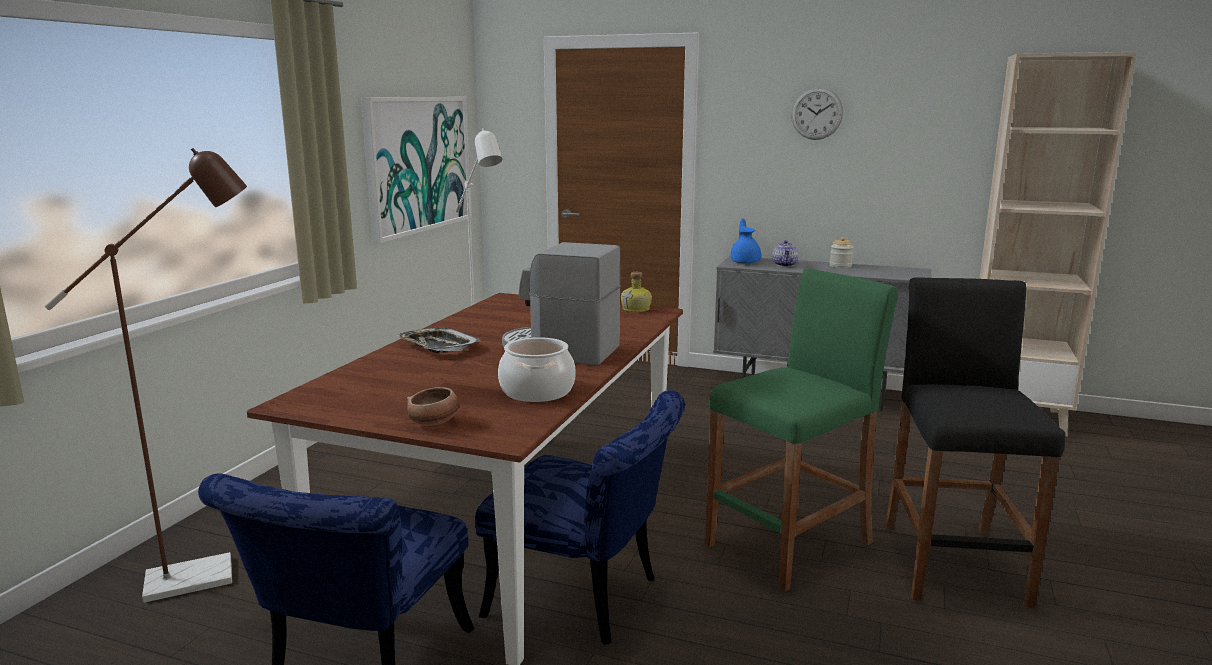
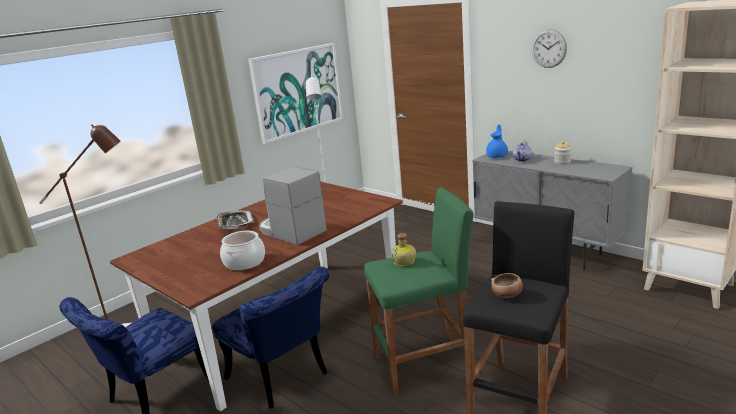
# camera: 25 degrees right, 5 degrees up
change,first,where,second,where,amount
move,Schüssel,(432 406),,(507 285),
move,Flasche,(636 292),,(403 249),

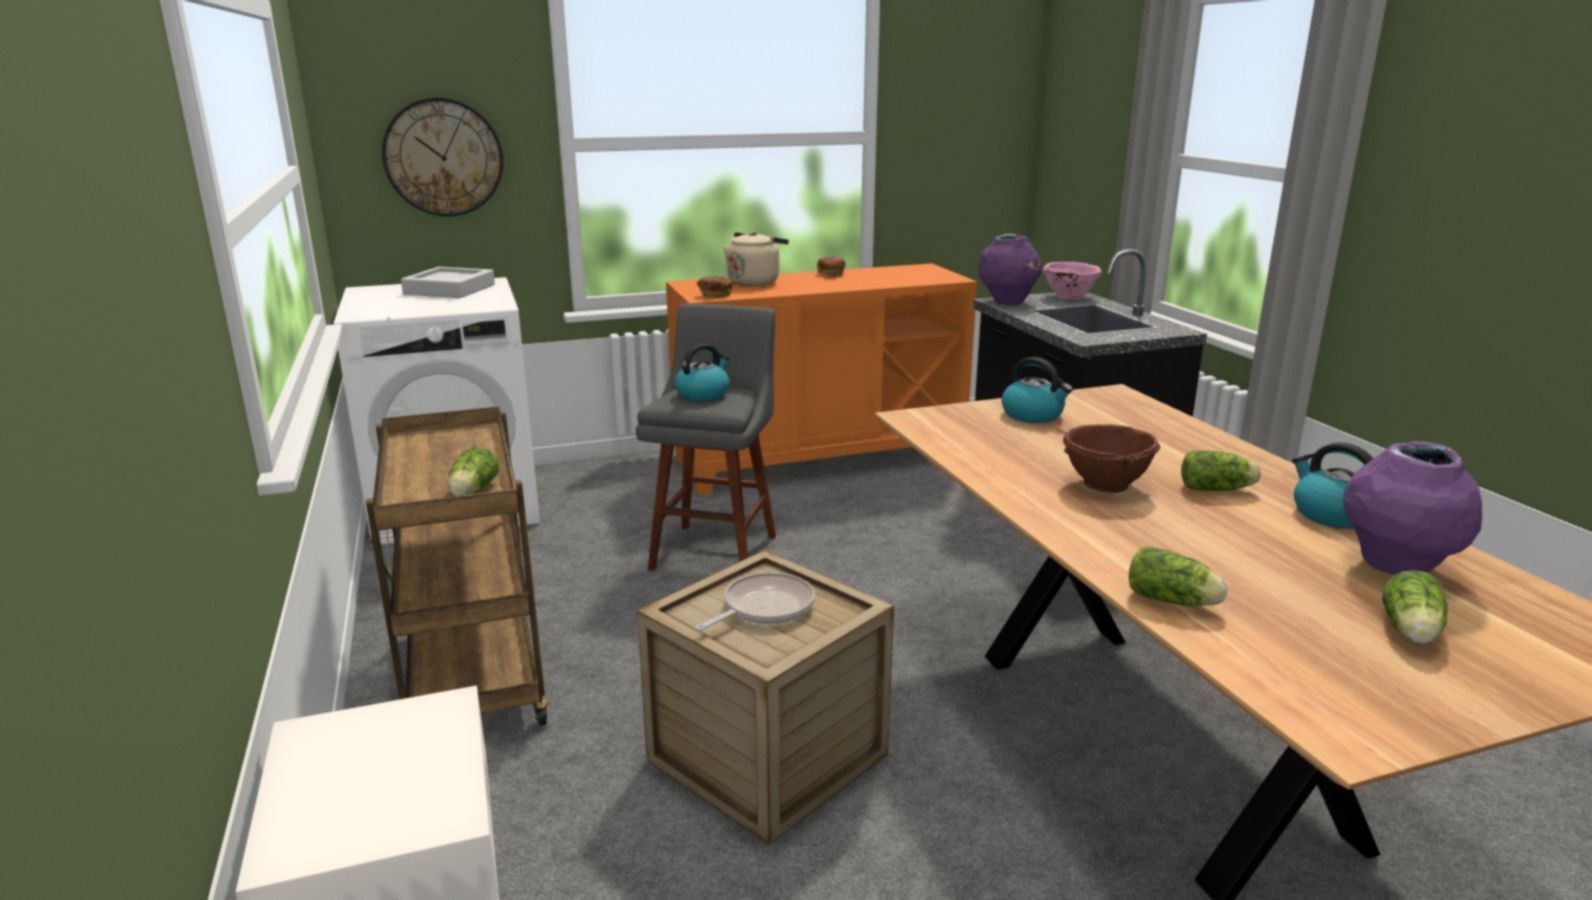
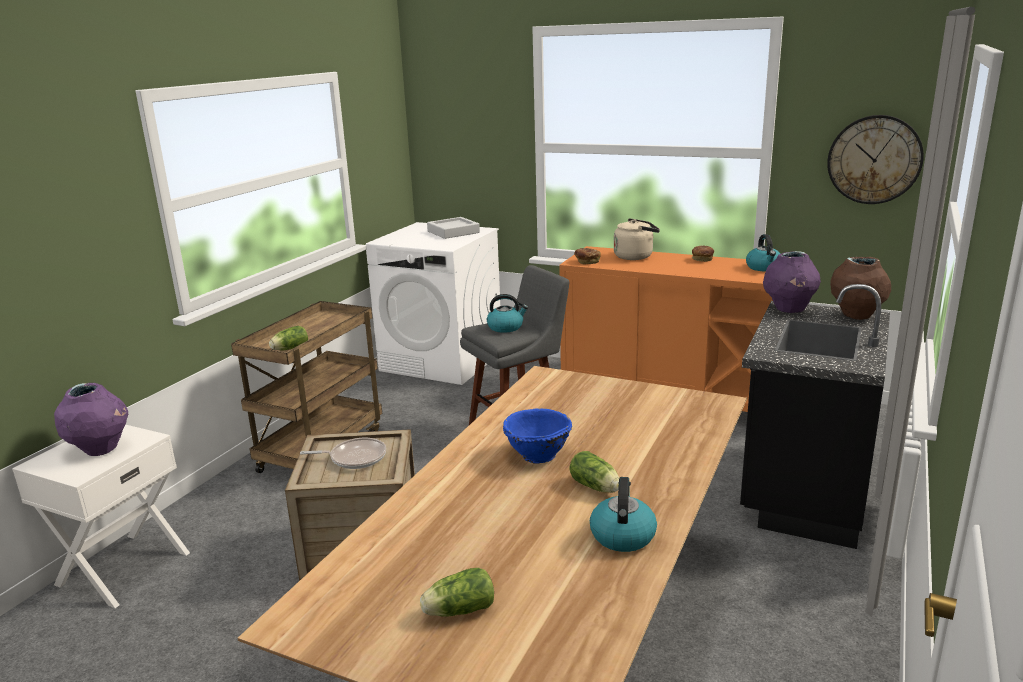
# camera: 45 degrees right, 0 degrees up
change,first,where,second,where,amount
move,Wanduhr,(442 156),,(875 159),
move,Wasserkessel,(1037 390),,(763 253),
replace,Schüssel (rosa),(1072 281),Vase (braun),(860 288),
recolor,Schüssel (braun),(1111 458),Schüssel (blau),(537 436),
delete,Salatkopf,(1178 576),,,
move,Vase (lila),(1412 508),,(91 419),

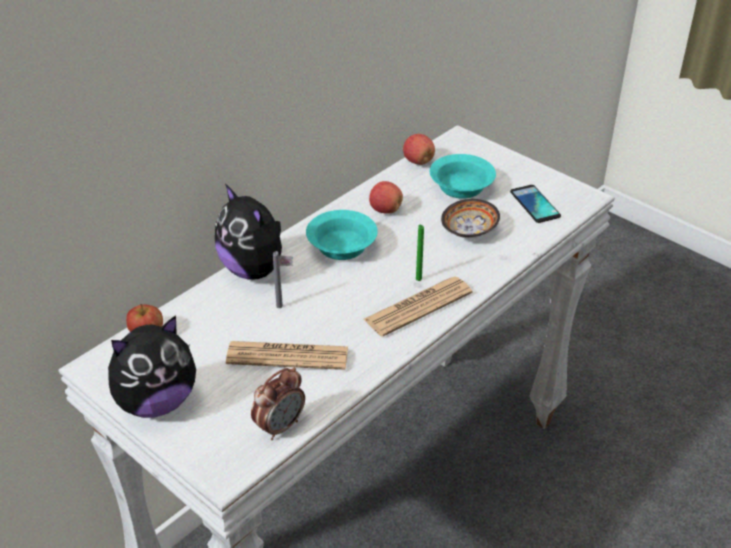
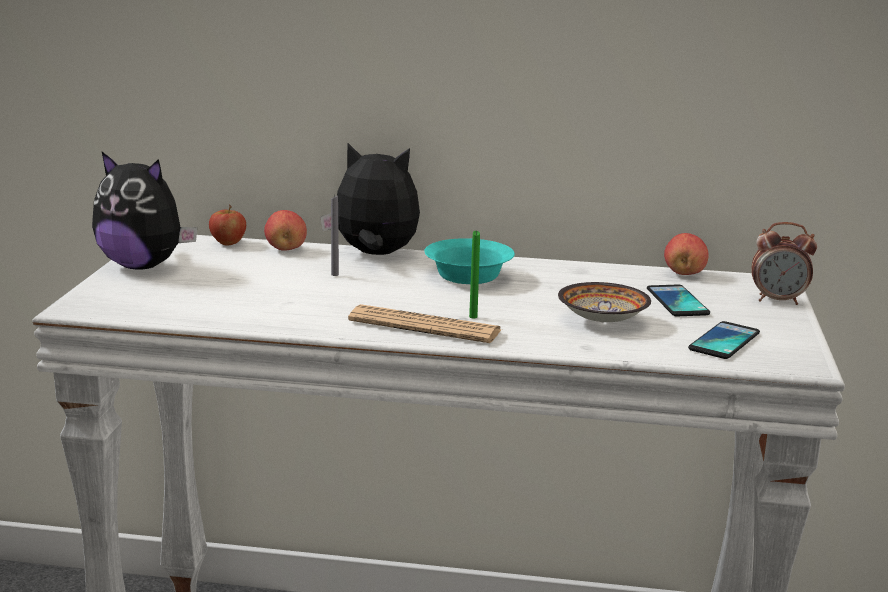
# camera: 55 degrees right, 20 degrees down
change,first,where,second,where,amount
rotate,Plüschtier,(254 231),,(370 199),90 degrees clockwise
delete,Zeitung,(287 355),,,
move,Wecker,(278 403),,(784 263),
move,Apfel,(386 197),,(285 230),
replace,Schüssel (türkis),(463 176),Handy,(678 300),

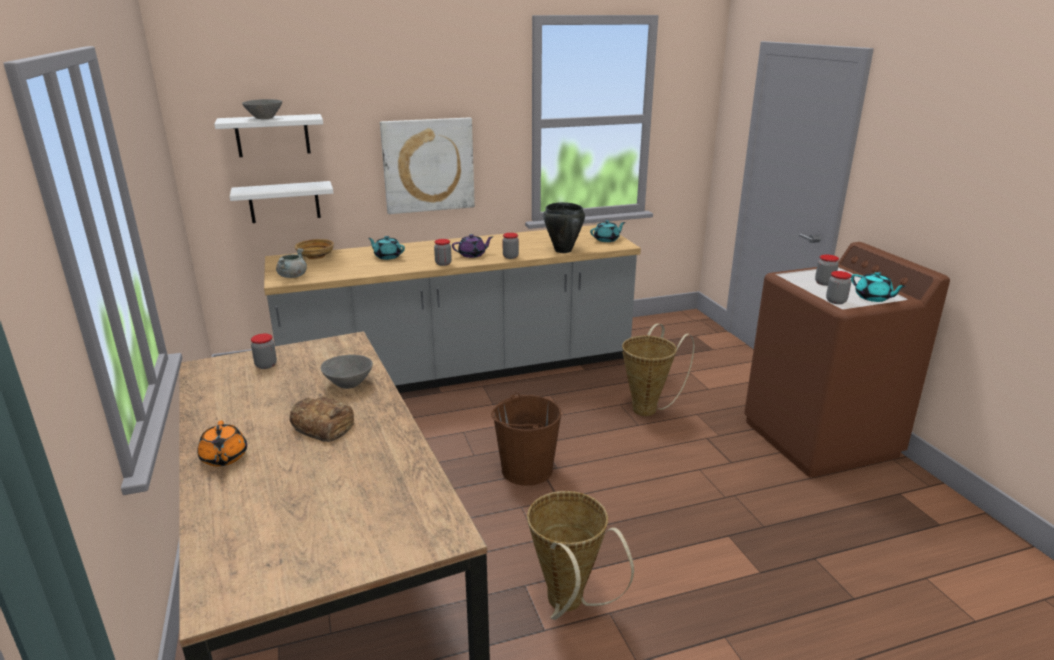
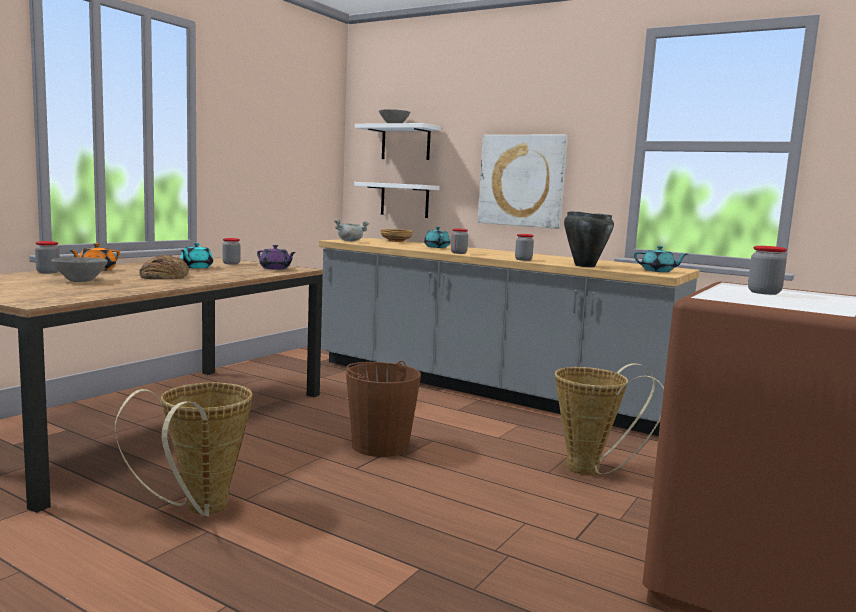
# camera: 50 degrees right, 15 degrees down
change,first,where,second,where,amount
move,Schüssel (grau),(347 372),,(79 269),
move,Teekanne (lila),(473 246),,(276 257),
move,Vorratsglas,(839 287),,(47 257),
move,Teekanne (türkis),(878 287),,(196 255),

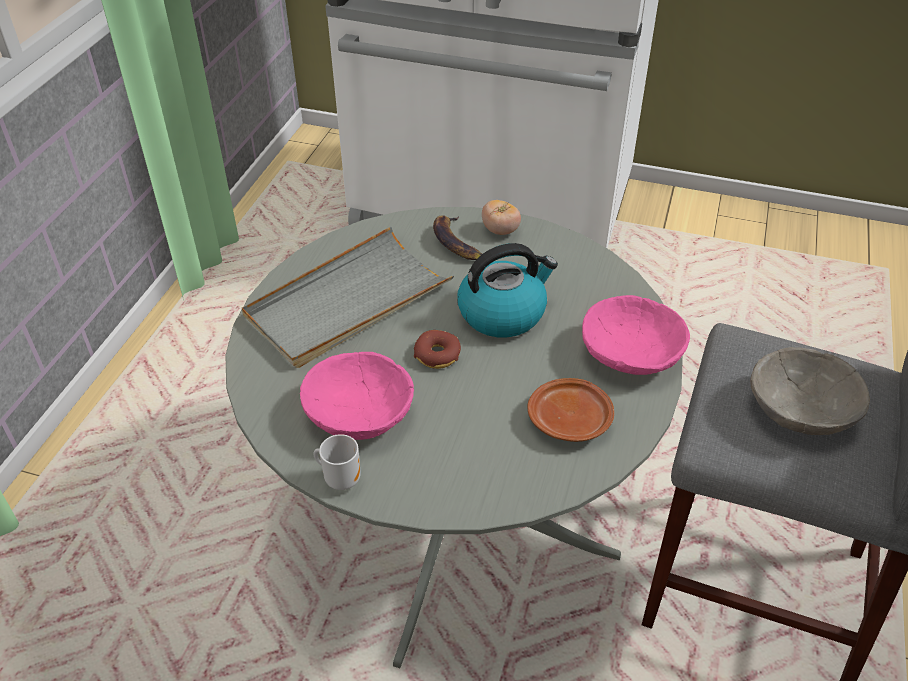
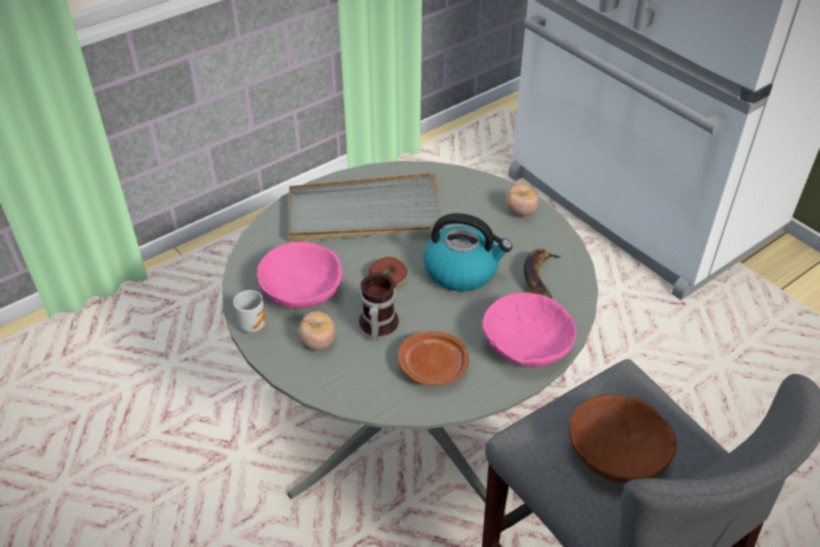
# camera: 35 degrees right, 0 degrees up
change,first,where,second,where,amount
move,Banane,(457 237),,(543 273),
recolor,Schüssel (grau),(810 391),Schüssel (braun),(622 439),
insert,,,Tomate,(317 330),
insert,,,Henkelbecher,(379 306),

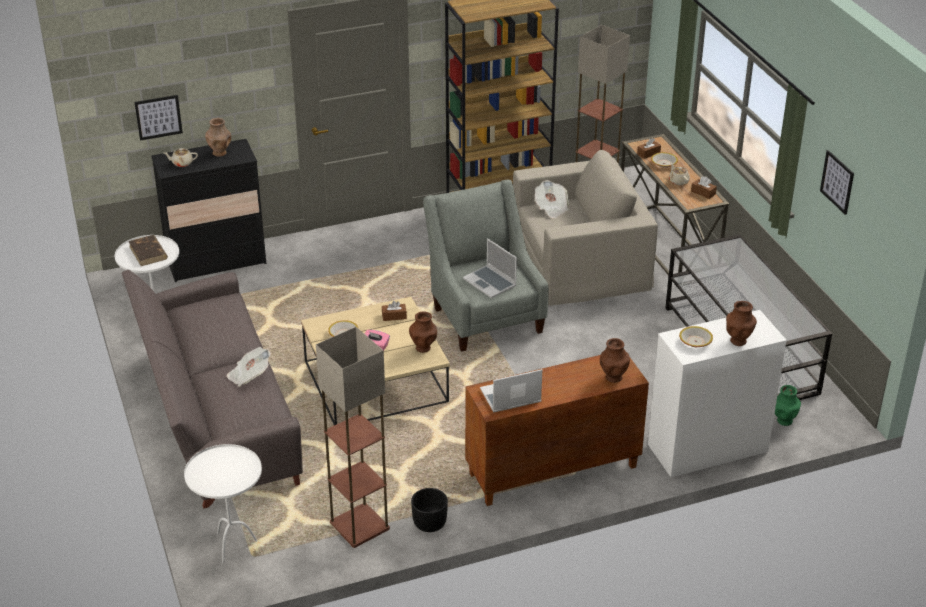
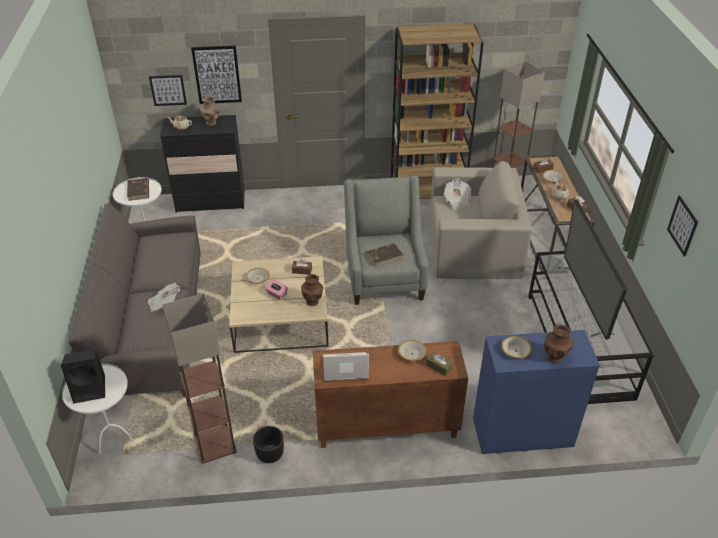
# camera: 15 degrees right, 5 degrees up
change,first,where,second,where,amount
replace,Laptop,(490 268),Buch (braun),(384 255),
replace,Vase (braun),(615 360),Taschentuchbox (braun),(440 364),
recolor,Kommode (weiß),(717 393),Kommode (blau),(536 392),
delete,Vase (grün),(788 405),,,
insert,,,Lautsprecher (schwarz),(83 376),
insert,,,Bild,(216 75),
insert,,,Schüssel,(412 350),
insert,,,Fernseher,(592 270),

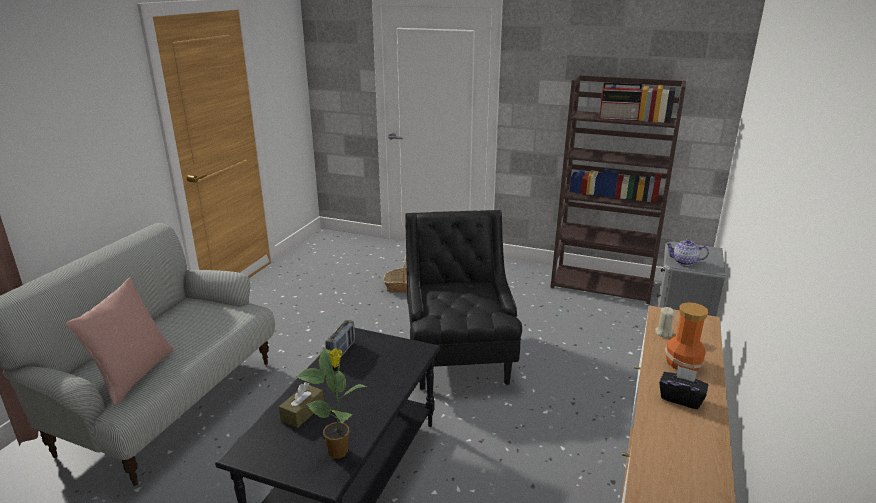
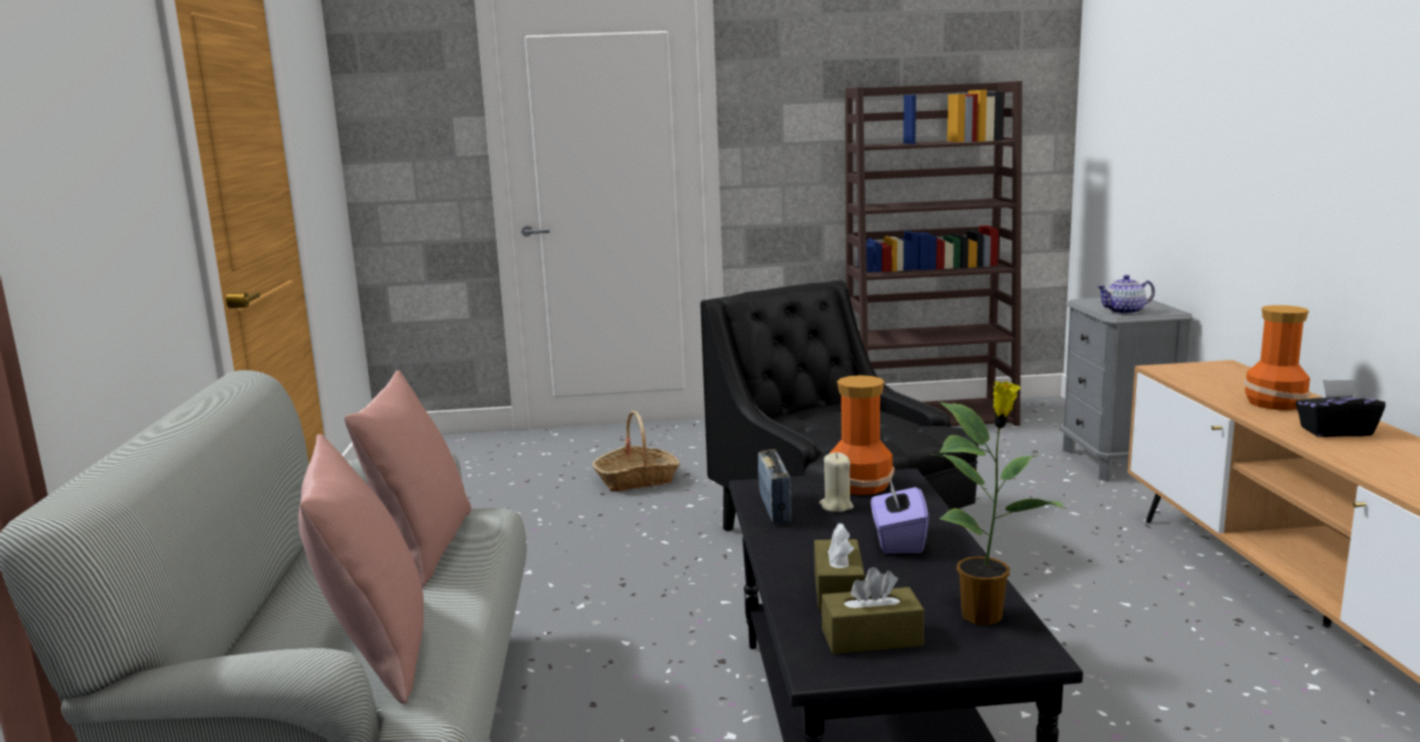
# camera: 25 degrees left, 10 degrees down
change,first,where,second,where,amount
delete,Radio,(621 101),,,
move,Kerze (beige),(665 322),,(836 482),
insert,,,Kissen (rosa),(407 478),
insert,,,Taschentuchbox (braun),(873 610),
insert,,,Vase,(862 435),
insert,,,Taschentuchbox (lila),(900 515),

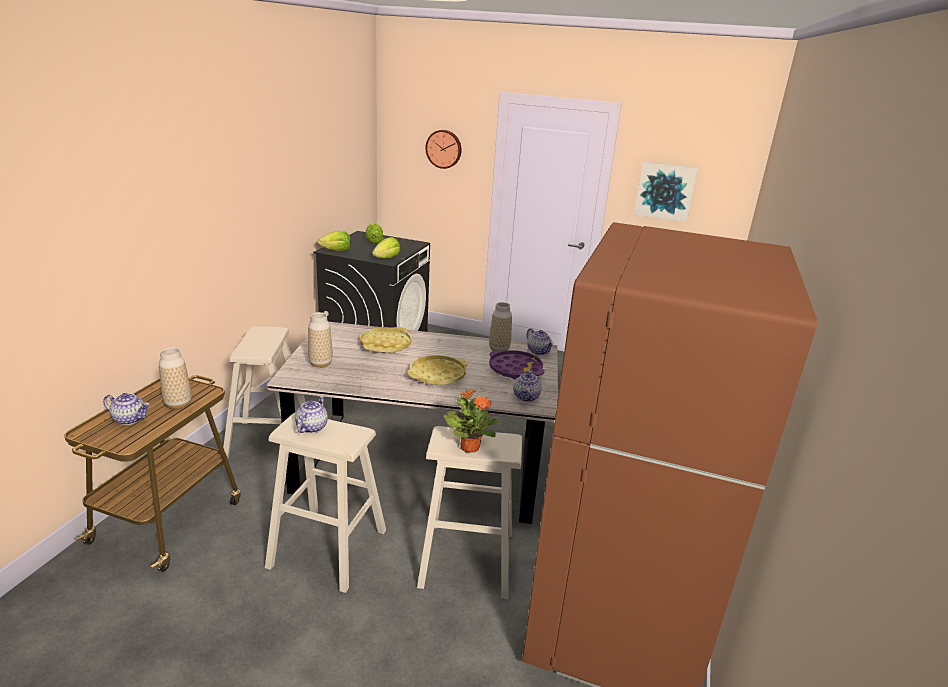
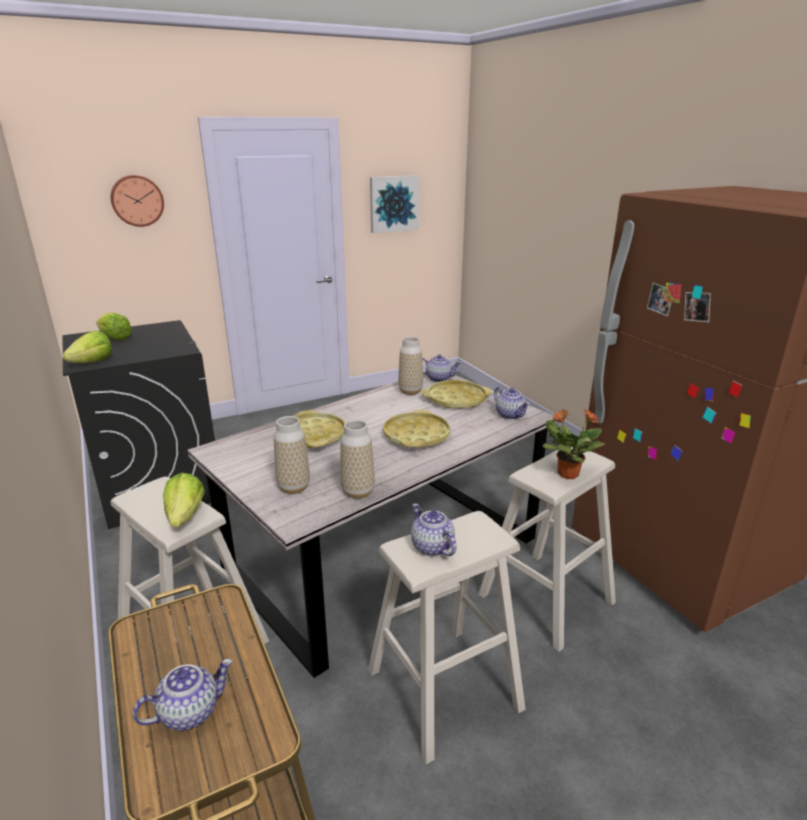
# camera: 45 degrees left, 0 degrees up
change,first,where,second,where,amount
move,Vase,(175 378),,(357 459),
move,Salatkopf,(386 247),,(184 500),
recolor,Tablett (lila),(516 365),Tablett (gelb),(457 394),

